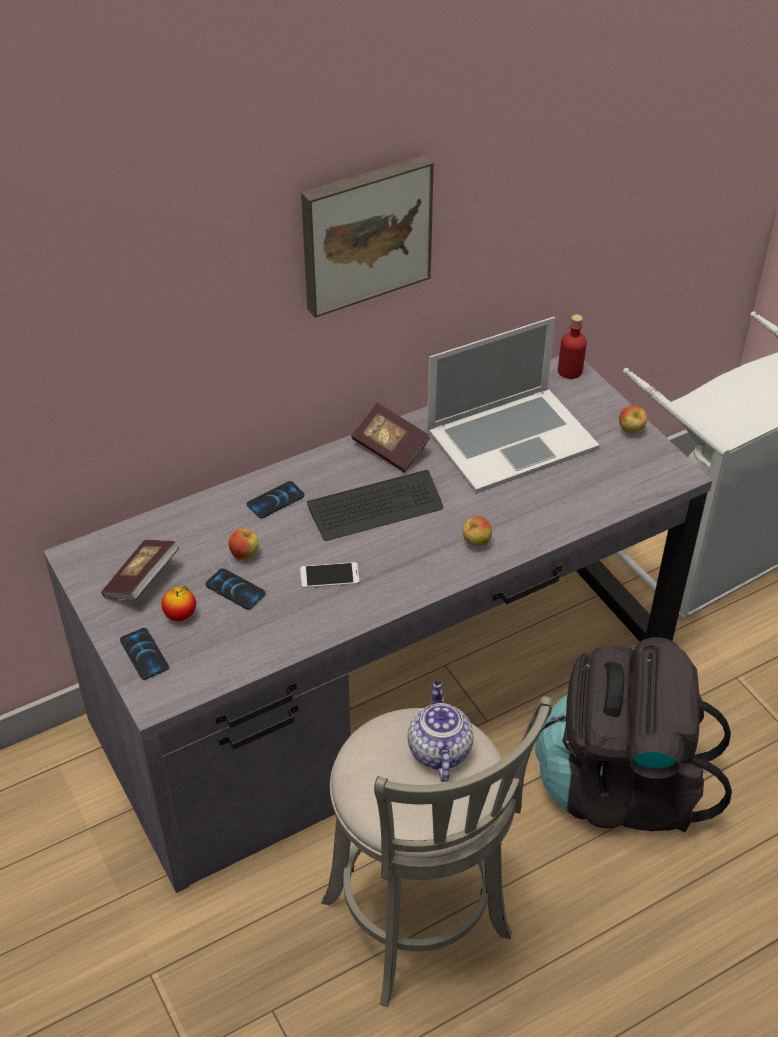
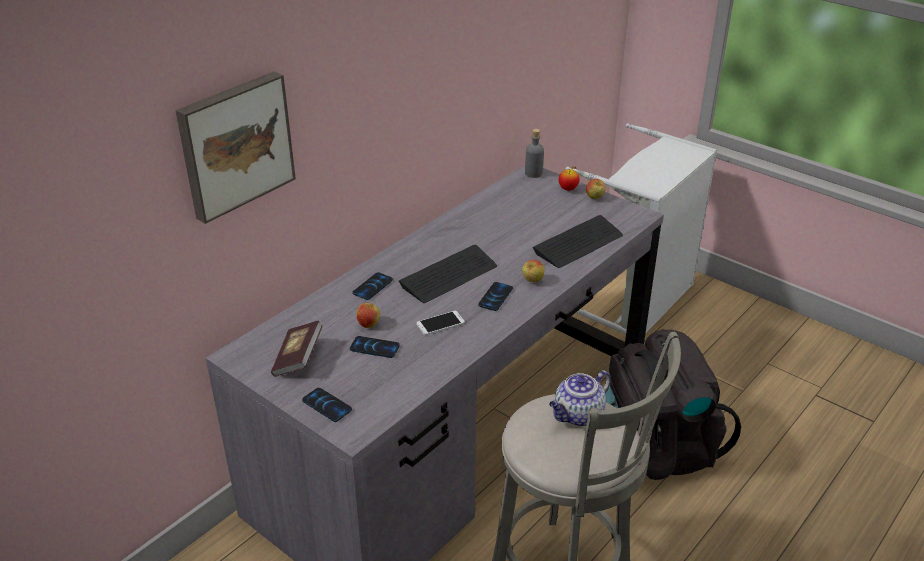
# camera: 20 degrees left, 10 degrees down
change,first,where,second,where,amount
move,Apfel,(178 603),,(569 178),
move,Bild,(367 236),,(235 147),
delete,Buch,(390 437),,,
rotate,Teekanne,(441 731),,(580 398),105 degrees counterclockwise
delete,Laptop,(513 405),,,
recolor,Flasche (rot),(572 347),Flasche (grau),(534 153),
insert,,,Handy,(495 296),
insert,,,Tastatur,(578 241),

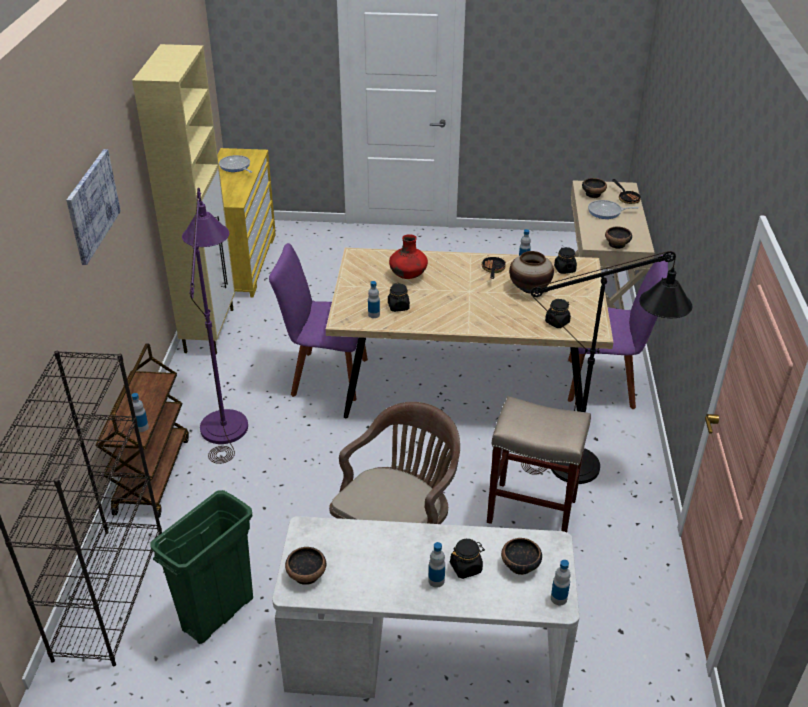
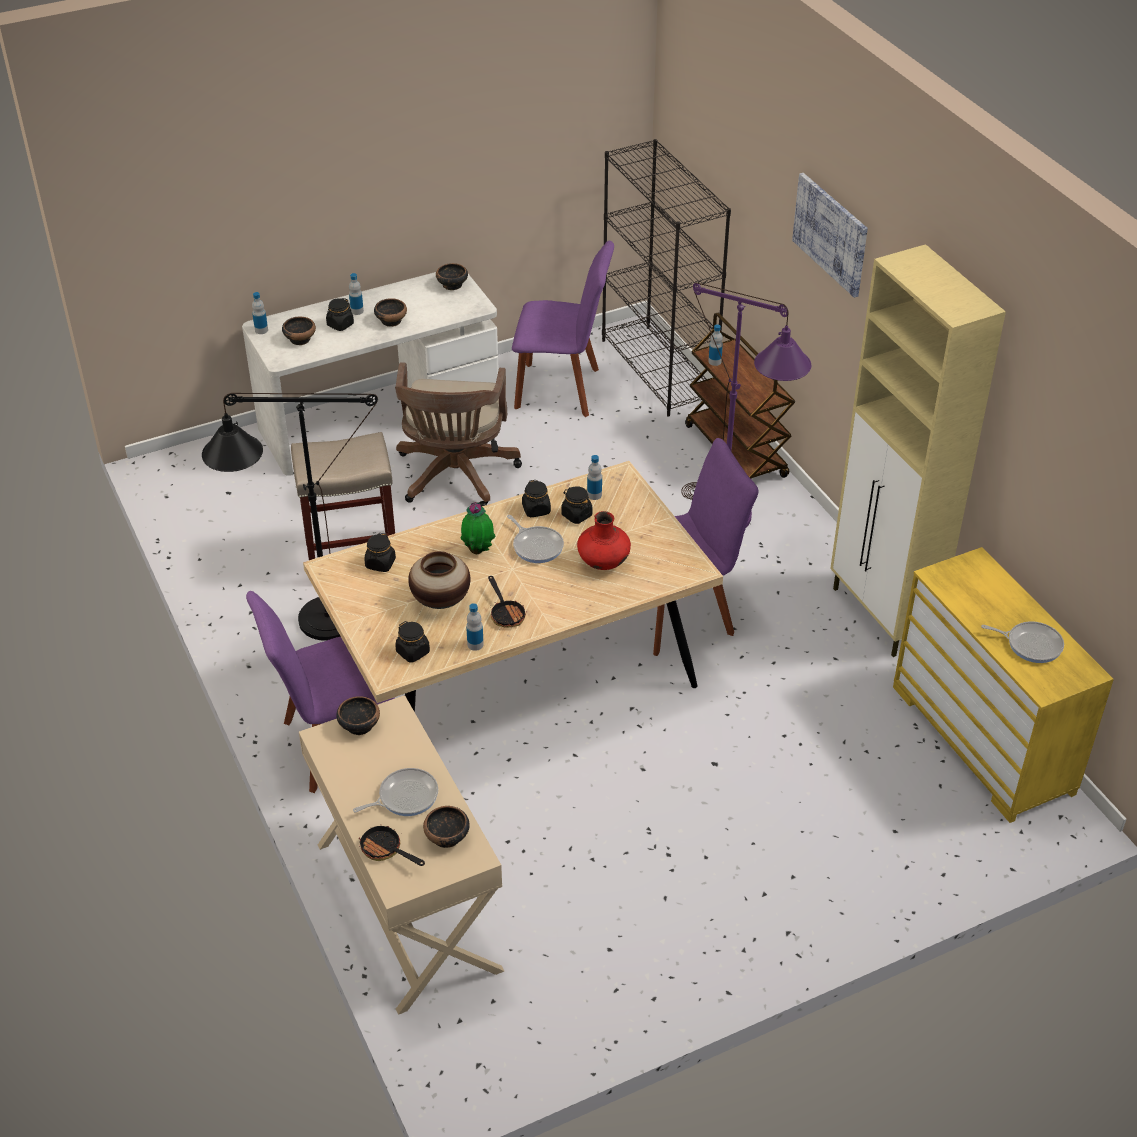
# camera: 150 degrees right, 5 degrees up
change,first,where,second,where,amount
replace,Mülleimer (grün),(202 567),Stuhl (lila),(563 329),
insert,,,Schüssel,(390 312),
insert,,,Topfpflanze,(478 528),
insert,,,Pfanne,(535 539),
insert,,,Vorratsglas (schwarz),(536 499),

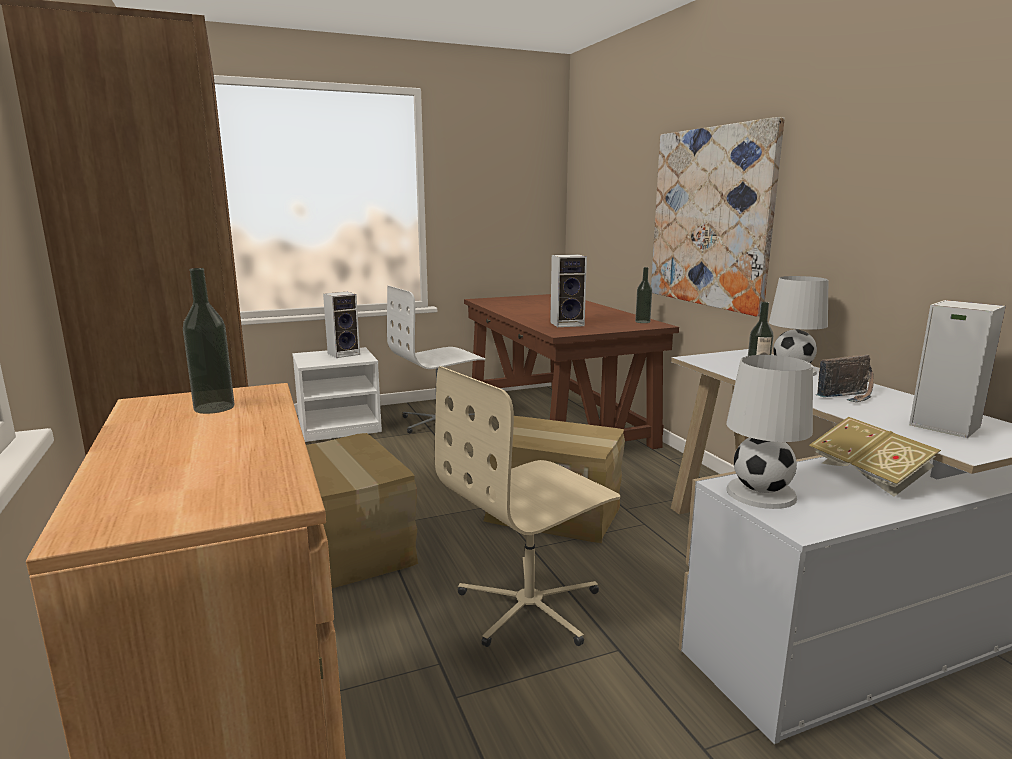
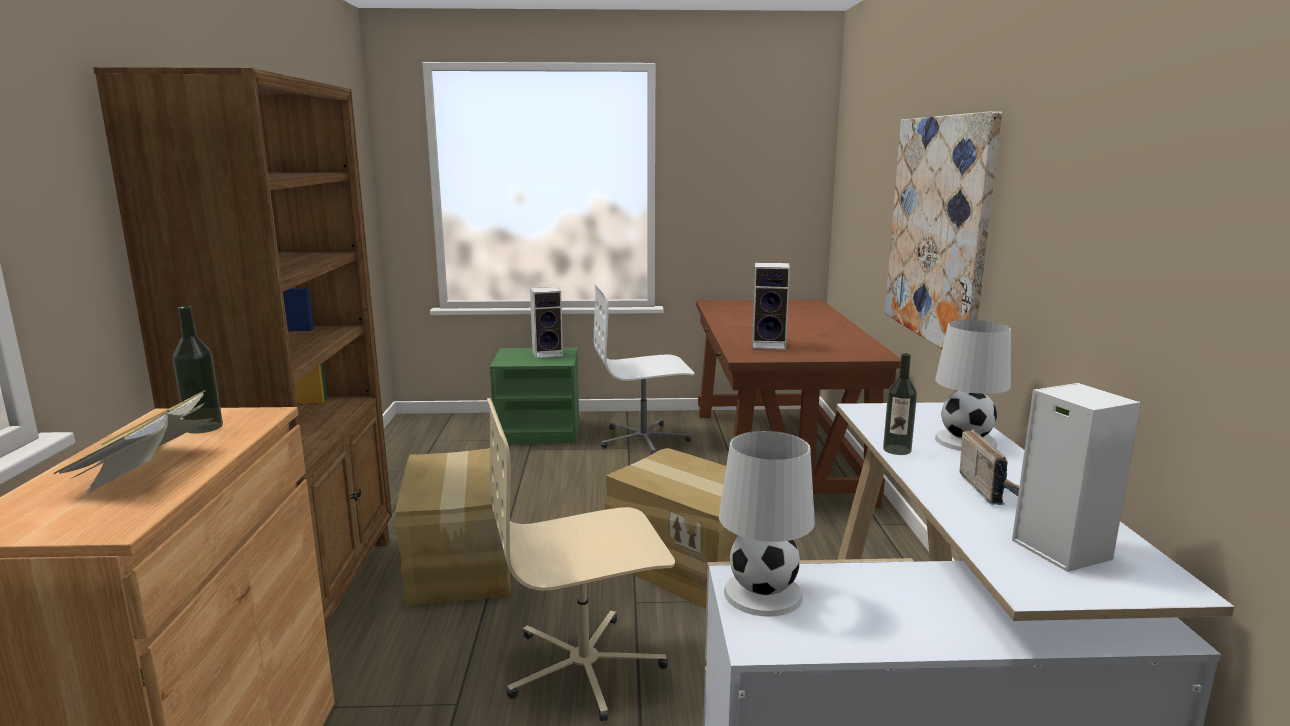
# camera: 20 degrees right, 0 degrees up
change,first,where,second,where,amount
recolor,Nachttisch (weiß),(337 394),Nachttisch (grün),(534 396),
delete,Flasche,(643 295),,,
move,Buch,(875 457),,(134 442),
rotate,Radio,(845 378),,(989 467),90 degrees counterclockwise

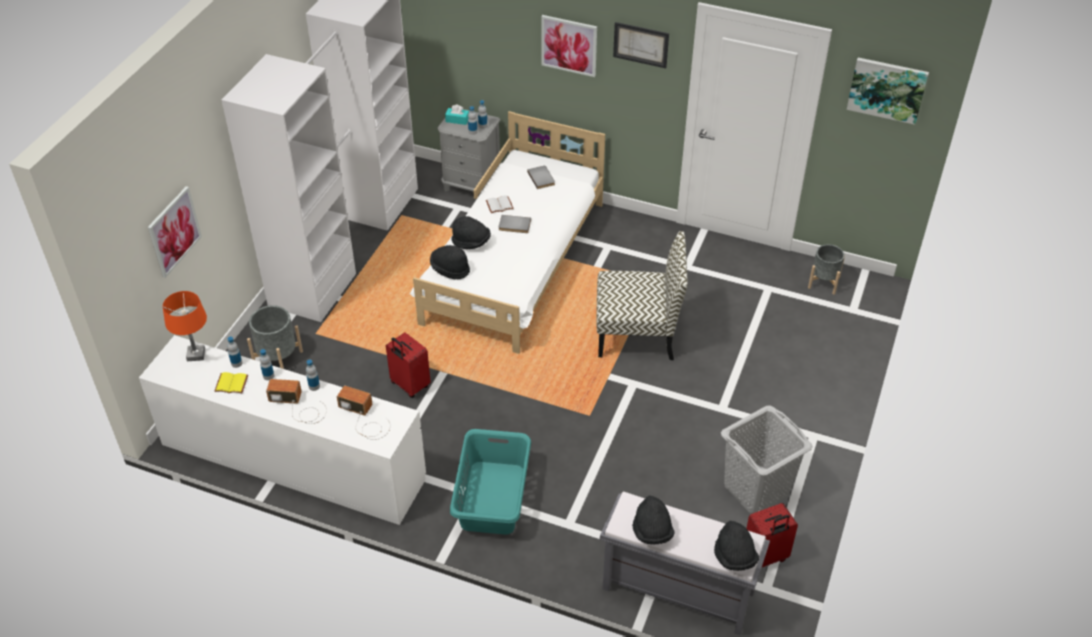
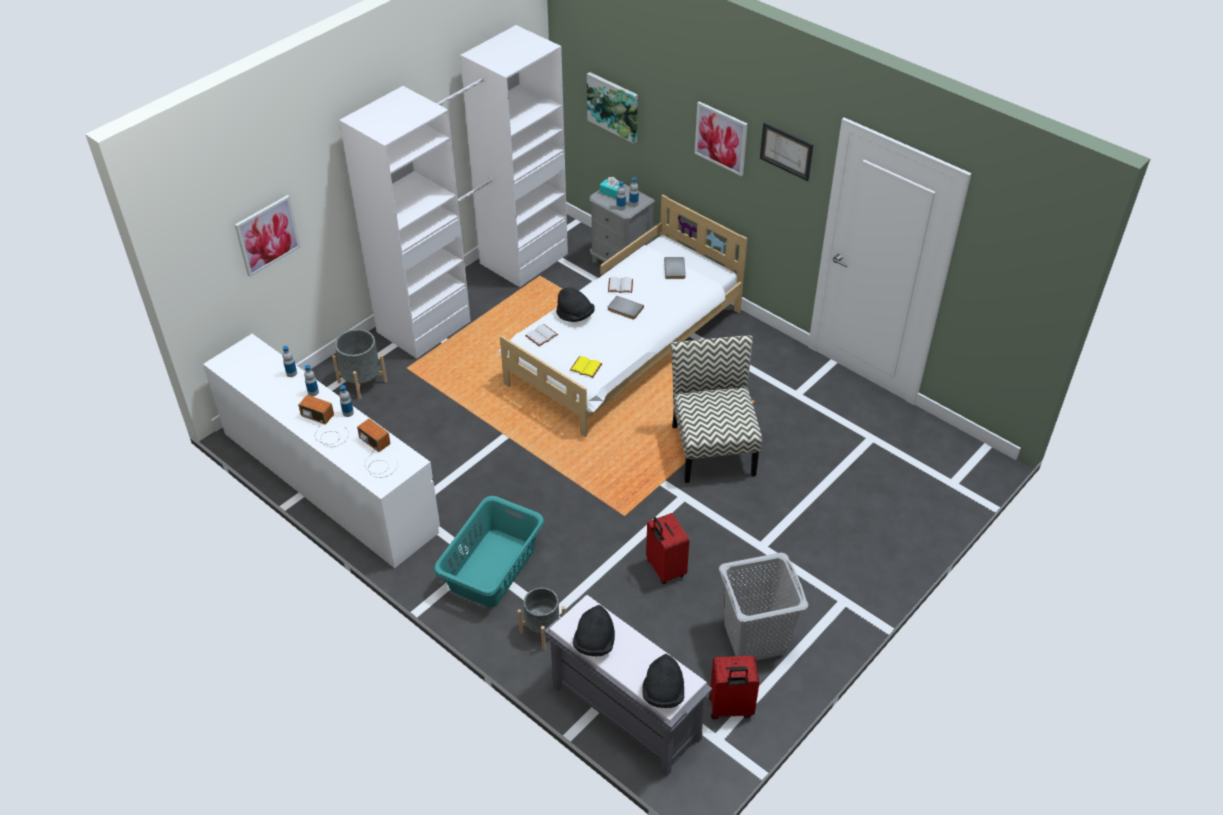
# camera: 20 degrees right, 0 degrees up
change,first,where,second,where,amount
delete,Tischlampe (orange),(185 326),,,
move,Buch (gelb),(231 382),,(586 367),
move,Koffer (rot),(408 365),,(667 548),
replace,Hut (schwarz),(450 262),Buch (weiß),(541 335),
rotate,Stuhl,(642 295),,(716 409),120 degrees counterclockwise
move,Pflanzkübel (grau),(826 269),,(542 618),
move,Bild,(888 91),,(612 107),

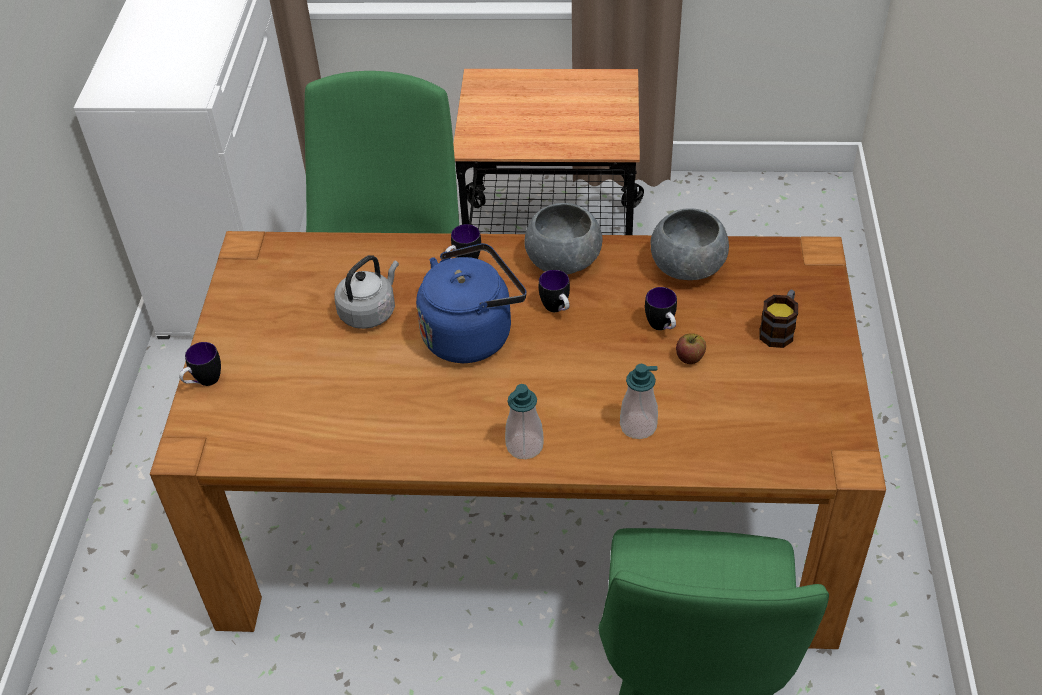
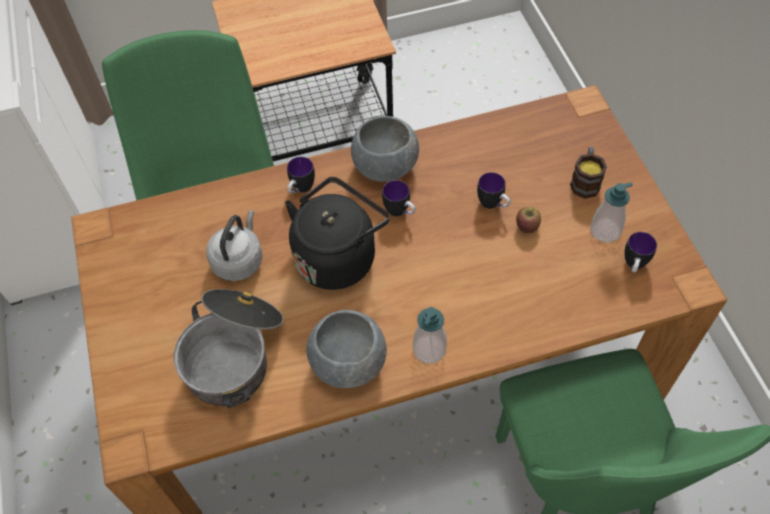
# camera: 20 degrees left, 10 degrees up
change,first,where,second,where,amount
move,Henkelbecher,(200 364),,(641 252),
recolor,Wasserkessel (blau),(471 303),Wasserkessel (schwarz),(337 233),
move,Seifenspender,(639 401),,(611 212),
move,Schüssel (grau),(689 244),,(346 349),
insert,,,Kochtopf,(228 348),

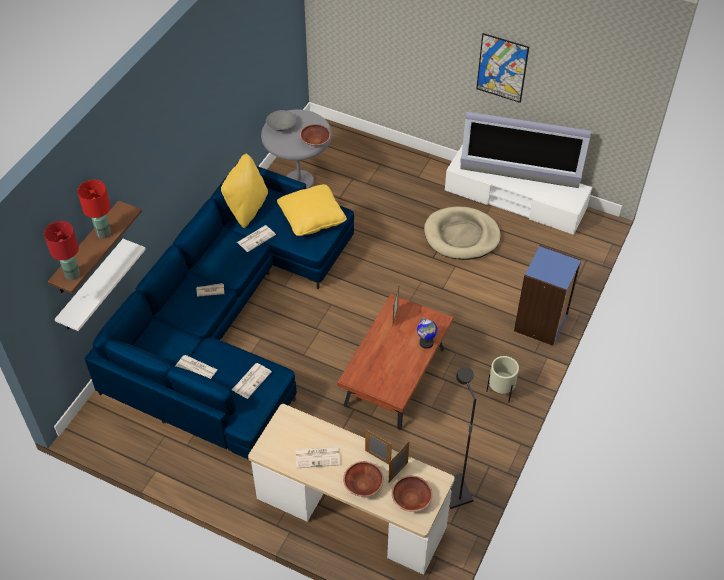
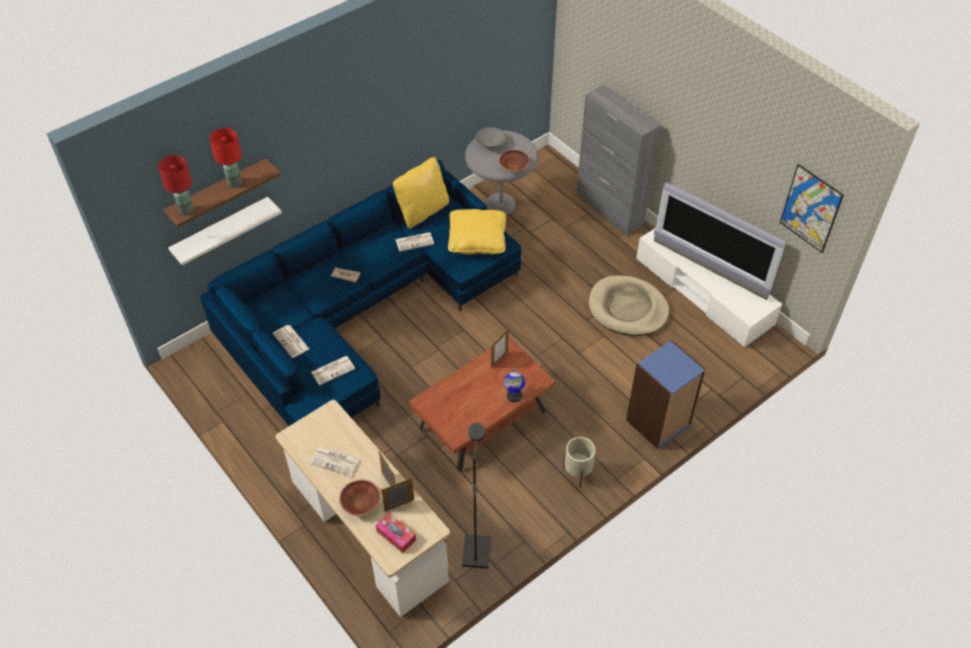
# camera: 25 degrees right, 0 degrees up
change,first,where,second,where,amount
replace,Schüssel (braun),(412 494),Taschentuchbox,(396 533),
move,Bild,(502 68),,(812 208),
insert,,,Schrank (grau),(618 160),

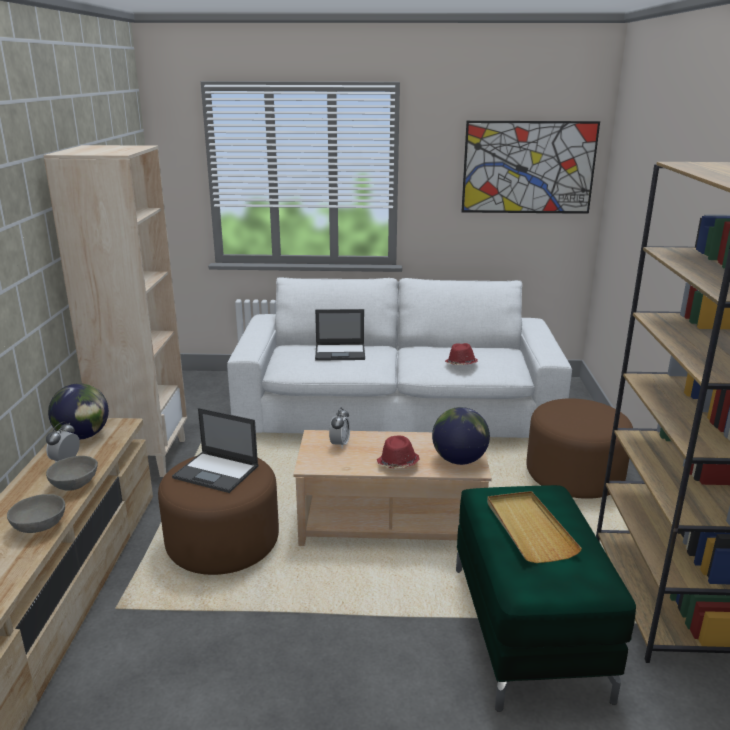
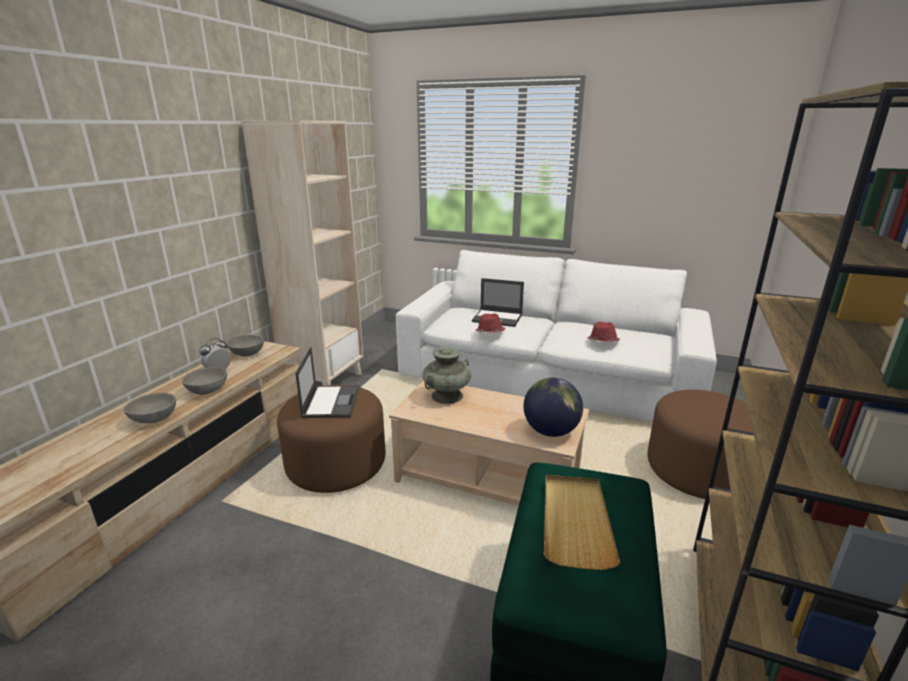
# camera: 20 degrees right, 0 degrees up
change,first,where,second,where,amount
replace,Globus,(78 411),Schüssel (grau),(245 345),
rotate,Laptop,(215 450),,(327 382),135 degrees counterclockwise
replace,Wecker,(339 428),Vase (türkis),(447 375),
move,Hut (rot),(398 452),,(490 323),
delete,Bild,(531 167),,,

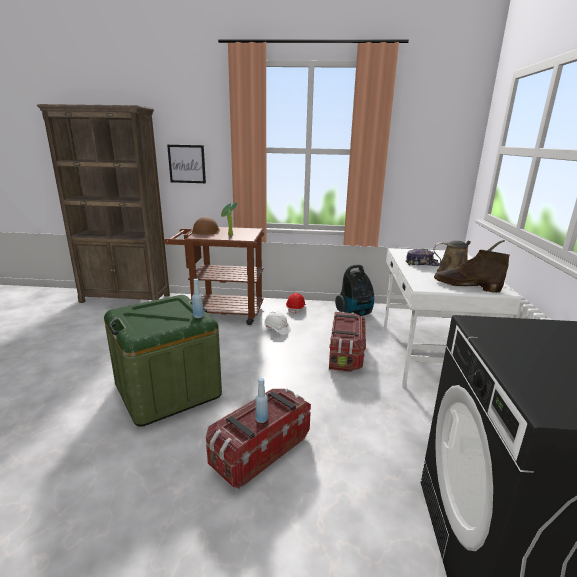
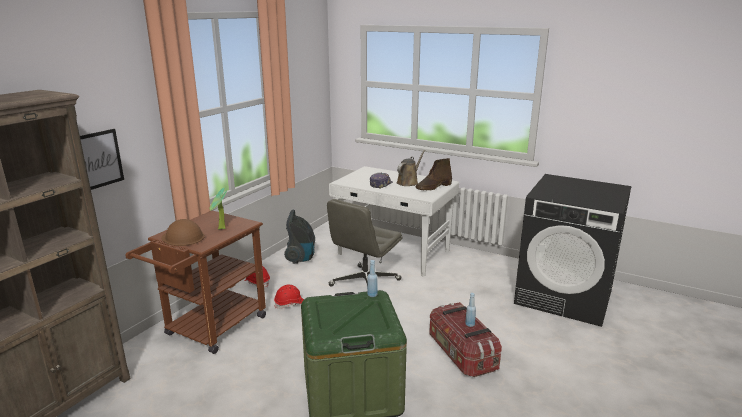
# camera: 65 degrees left, 0 degrees up
change,first,where,second,where,amount
recolor,Schutzhelm (weiß),(277 323),Schutzhelm (rot),(289 297),
replace,Aufbewahrungsbox,(347 342),Bürostuhl (grau),(364 243),

